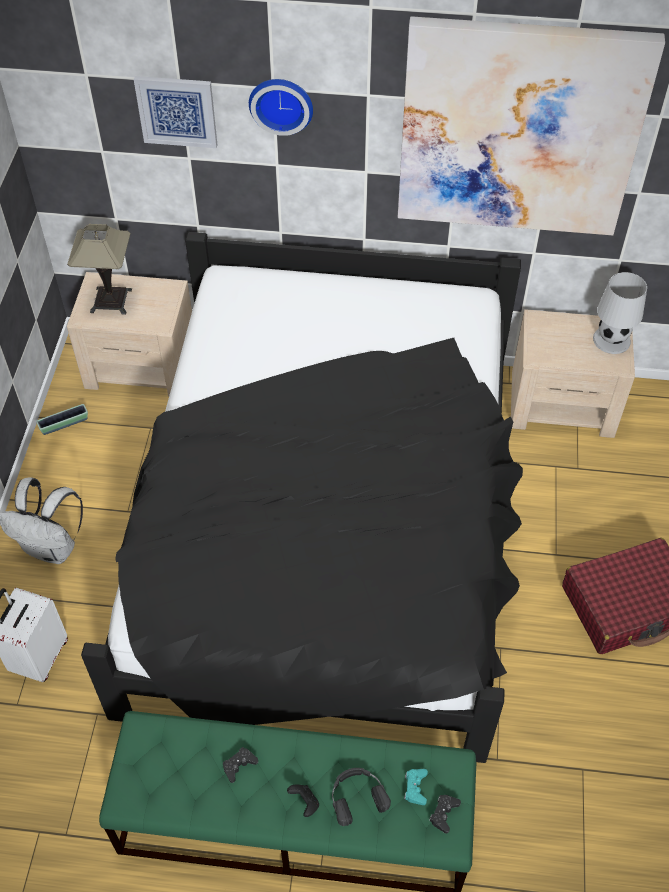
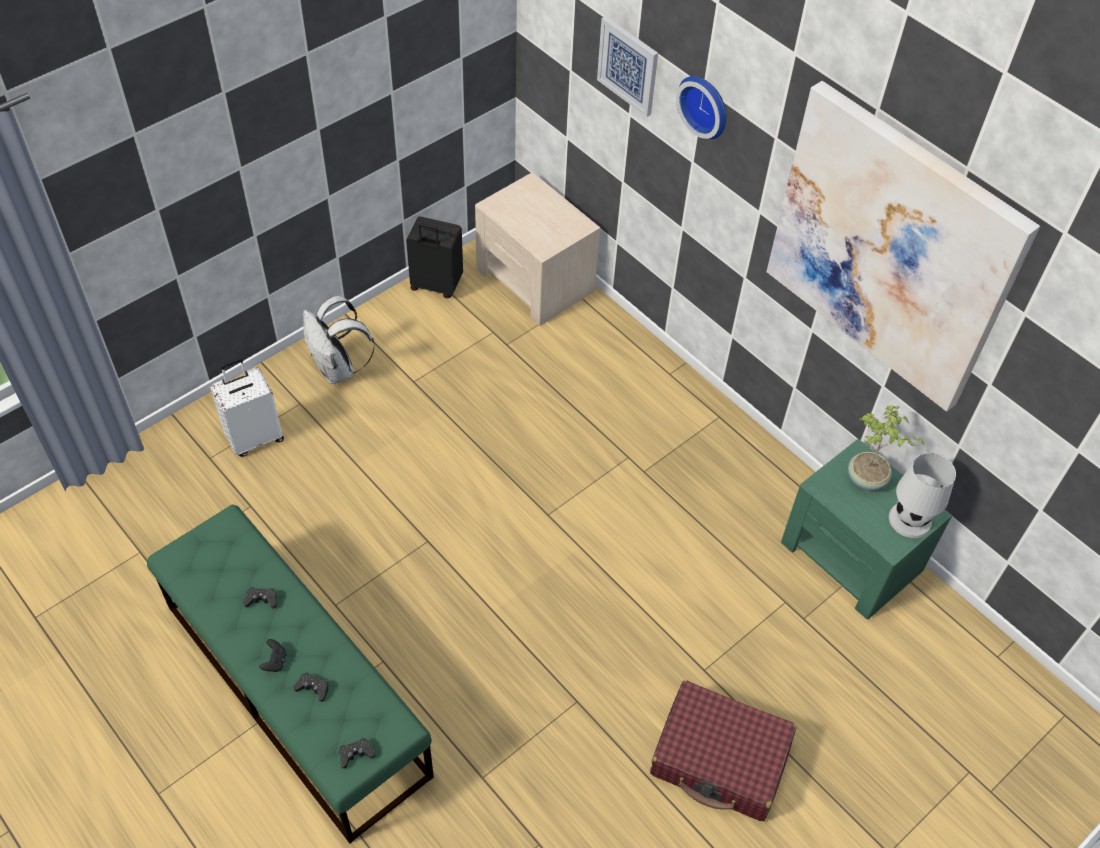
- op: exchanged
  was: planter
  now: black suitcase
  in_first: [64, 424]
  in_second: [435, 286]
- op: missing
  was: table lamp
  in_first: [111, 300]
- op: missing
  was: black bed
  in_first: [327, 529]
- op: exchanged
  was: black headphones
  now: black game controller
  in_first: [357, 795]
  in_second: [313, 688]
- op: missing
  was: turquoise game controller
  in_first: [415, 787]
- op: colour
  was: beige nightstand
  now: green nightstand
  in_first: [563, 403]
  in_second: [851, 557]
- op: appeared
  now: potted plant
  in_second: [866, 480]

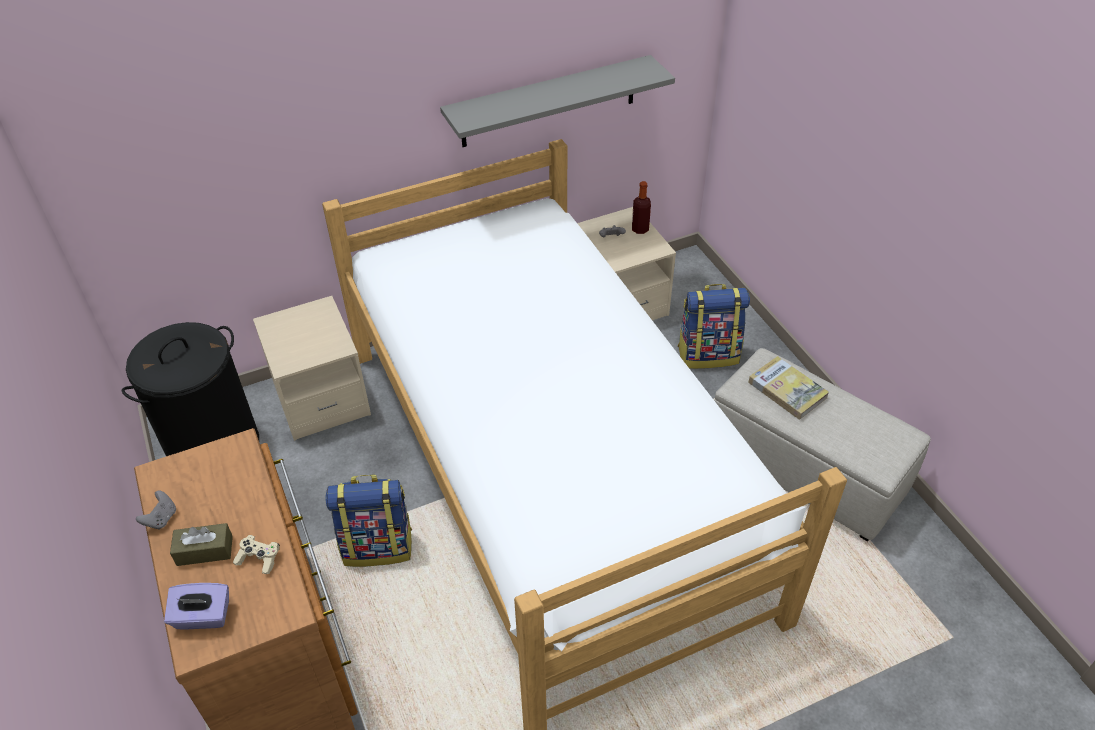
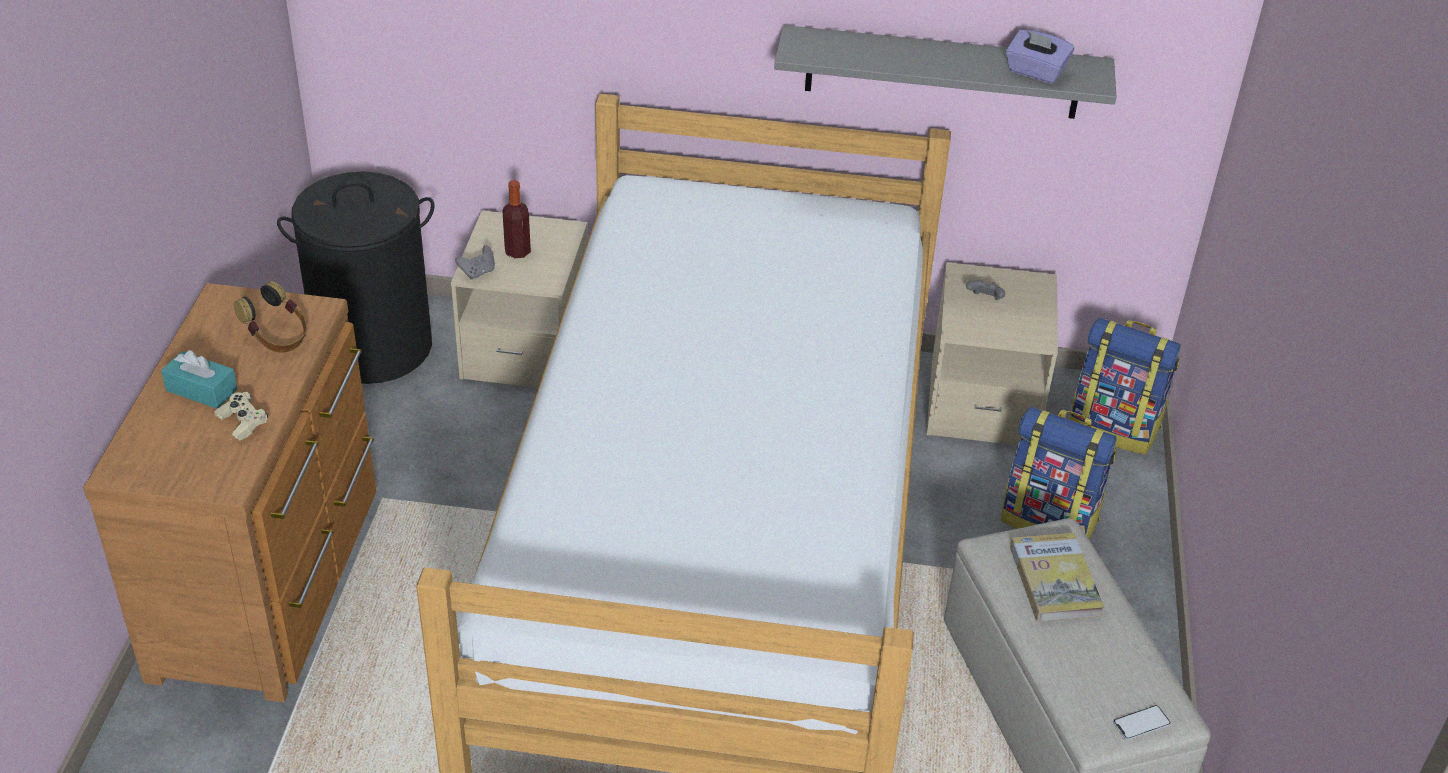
- op: relocated
  was: grey game controller
  in_first: [161, 518]
  in_second: [478, 272]
- op: relocated
  was: purple tissue box
  in_first: [203, 617]
  in_second: [1035, 72]
- op: colour
  was: brown tissue box
  now: turquoise tissue box
  in_first: [205, 551]
  in_second: [201, 390]
- op: relocated
  was: backpack
  in_first: [378, 546]
  in_second: [1114, 427]
- op: relocated
  was: bottle
  in_first: [640, 229]
  in_second: [517, 251]
- op: appeared
  now: headphones
  in_second: [277, 338]
- op: appeared
  now: phone
  in_second: [1141, 723]

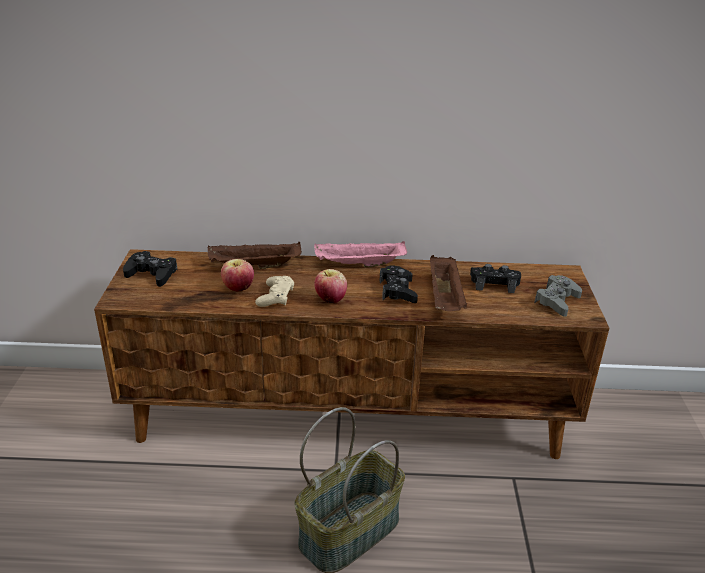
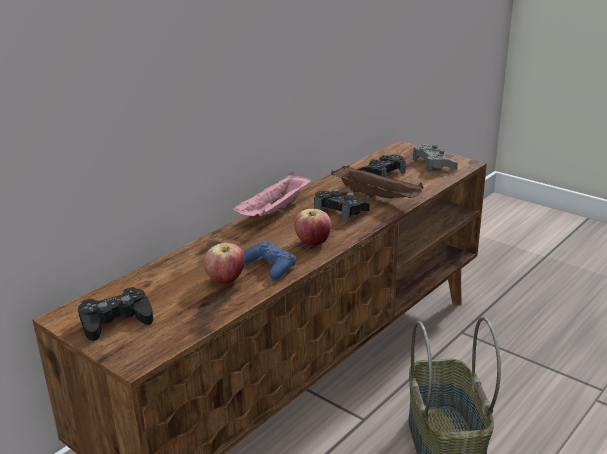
- op: missing
  was: brown tray
  in_first: [254, 267]
- op: colour
  was: beige game controller
  now: blue game controller
  in_first: [275, 297]
  in_second: [270, 266]

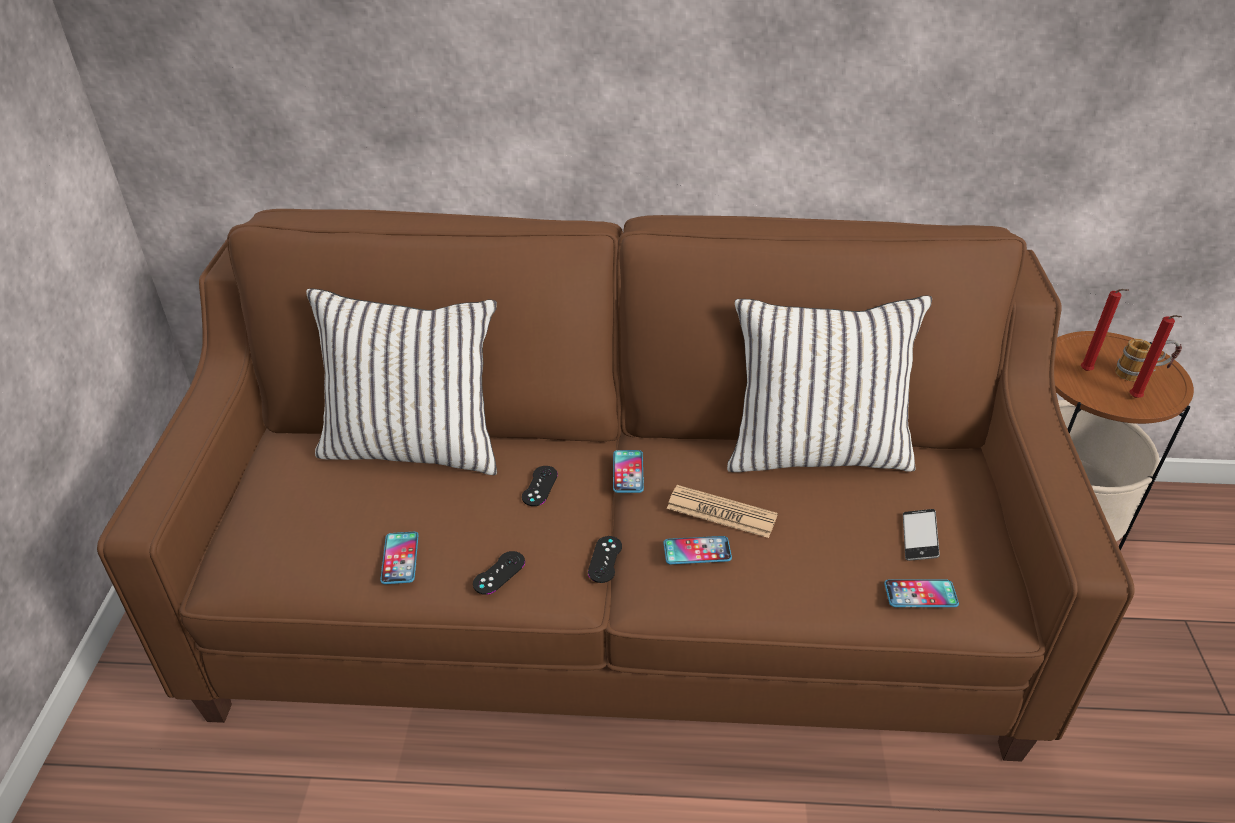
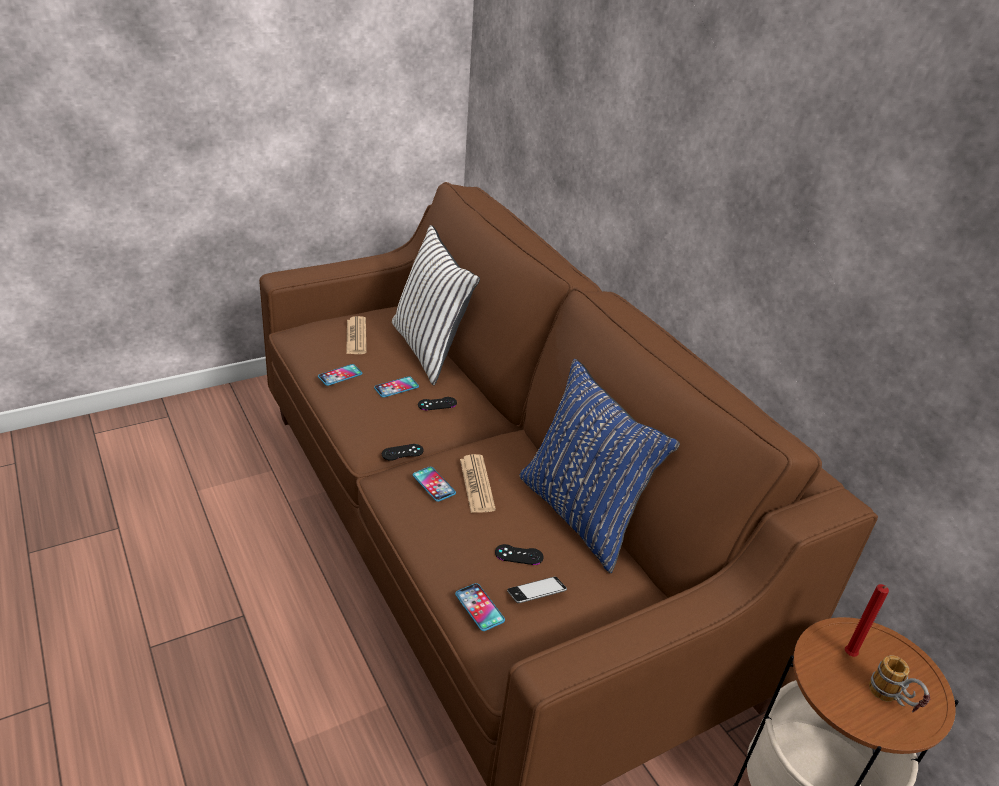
- op: relocated
  was: black game controller
  in_first: [499, 573]
  in_second: [519, 555]
- op: relocated
  was: phone
  in_first: [628, 472]
  in_second: [396, 387]
- op: colour
  was: white pillow
  now: blue pillow
  in_first: [815, 451]
  in_second: [582, 514]
- op: missing
  was: red candle
  in_first: [1136, 399]
- op: appeared
  now: newspaper
  in_second: [356, 336]

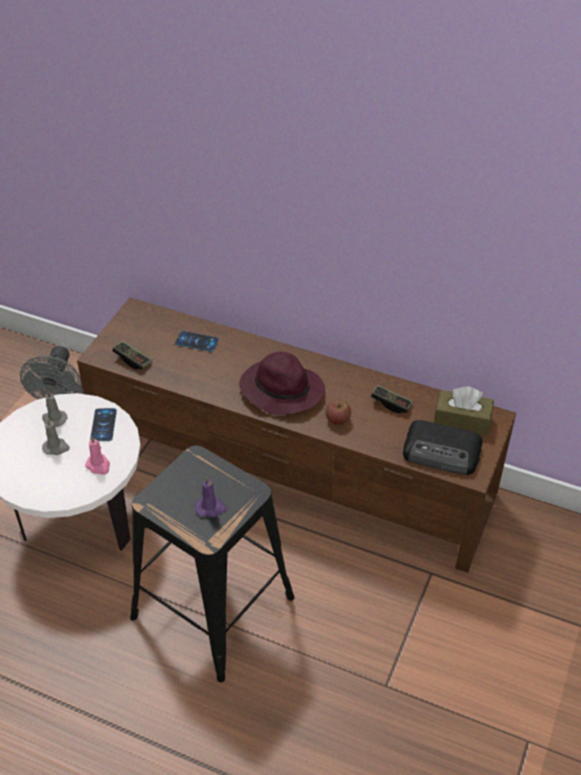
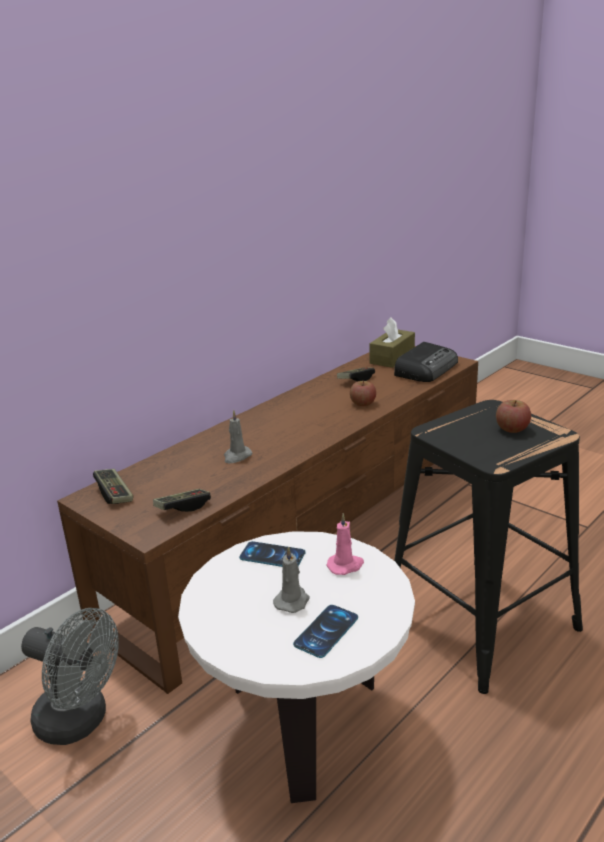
- op: relocated
  was: grey candle
  in_first: [54, 419]
  in_second: [237, 456]
- op: relocated
  was: phone
  in_first: [197, 341]
  in_second: [326, 631]
- op: exchanged
  was: purple candle
  now: apple
  in_first: [211, 508]
  in_second: [512, 429]
- op: missing
  was: purple hat
  in_first: [280, 390]
- op: appeared
  now: game controller
  in_second: [114, 494]

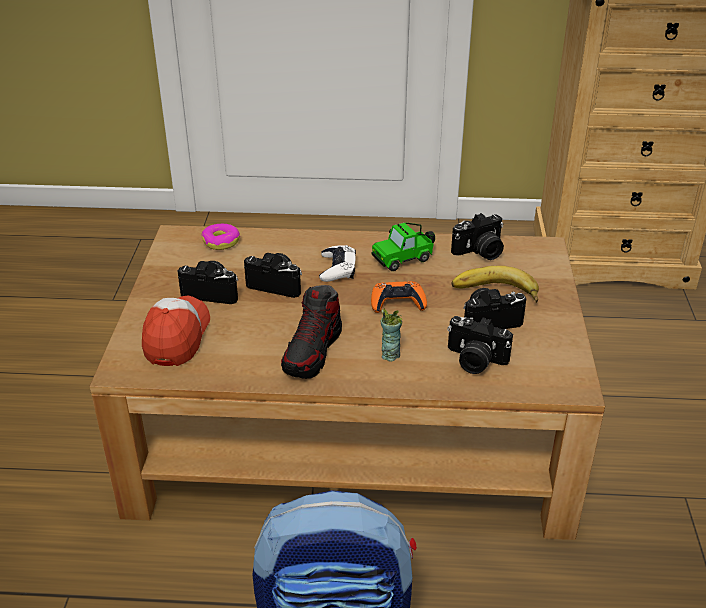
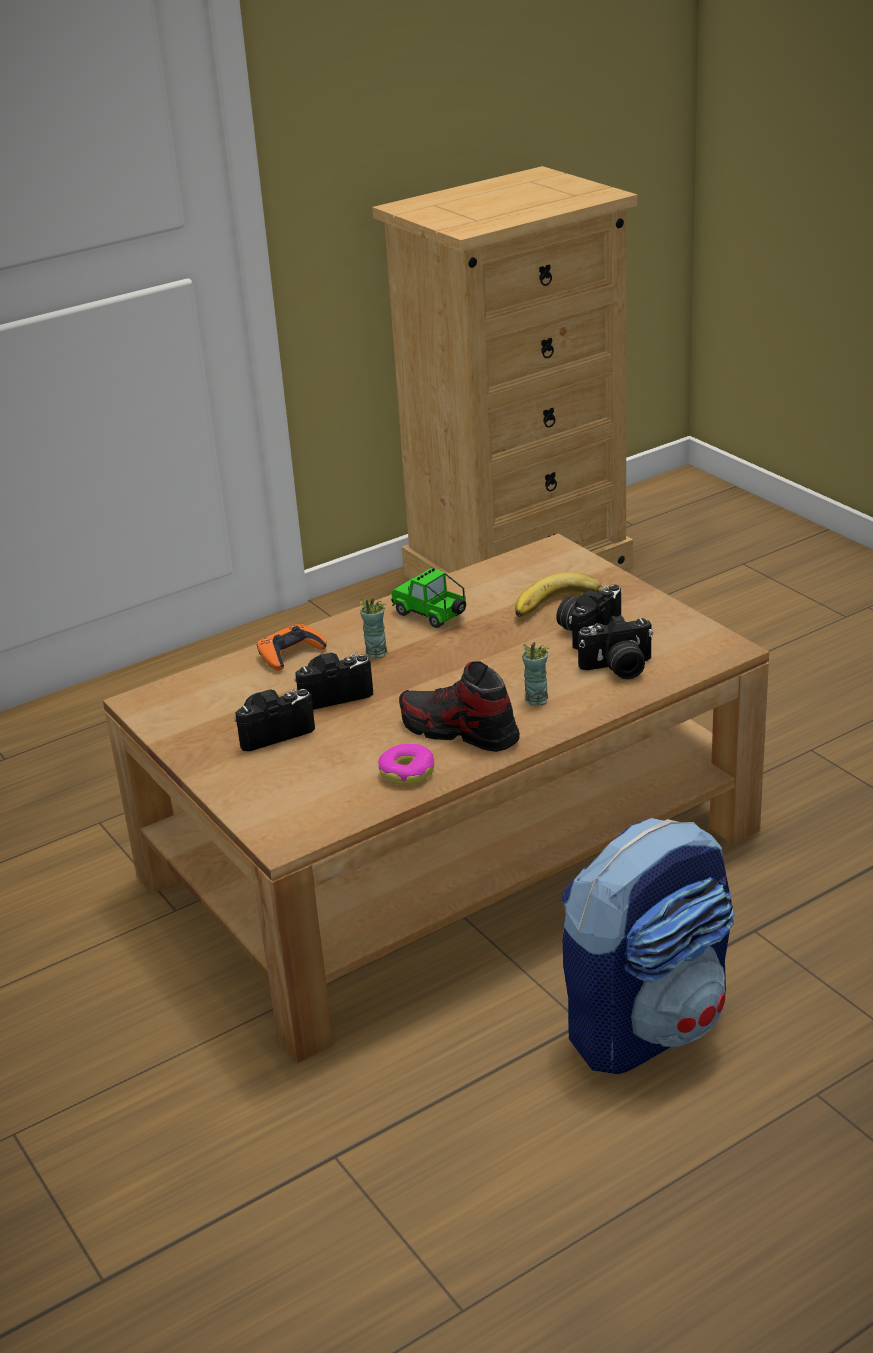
- op: missing
  was: cap
  in_first: [177, 336]
- op: relocated
  was: donut
  in_first: [221, 242]
  in_second: [407, 772]
- op: spun
  was: shoe
  in_first: [313, 351]
  in_second: [459, 731]
  clockwise: 135
- op: exchanged
  was: white game controller
  now: cup
  in_first: [337, 268]
  in_second: [376, 653]
- op: spun
  was: toy car
  in_first: [404, 259]
  in_second: [432, 615]
  clockwise: 105
- op: relocated
  was: orange game controller
  in_first: [397, 303]
  in_second: [290, 653]
- op: missing
  was: photo camera
  in_first: [480, 252]

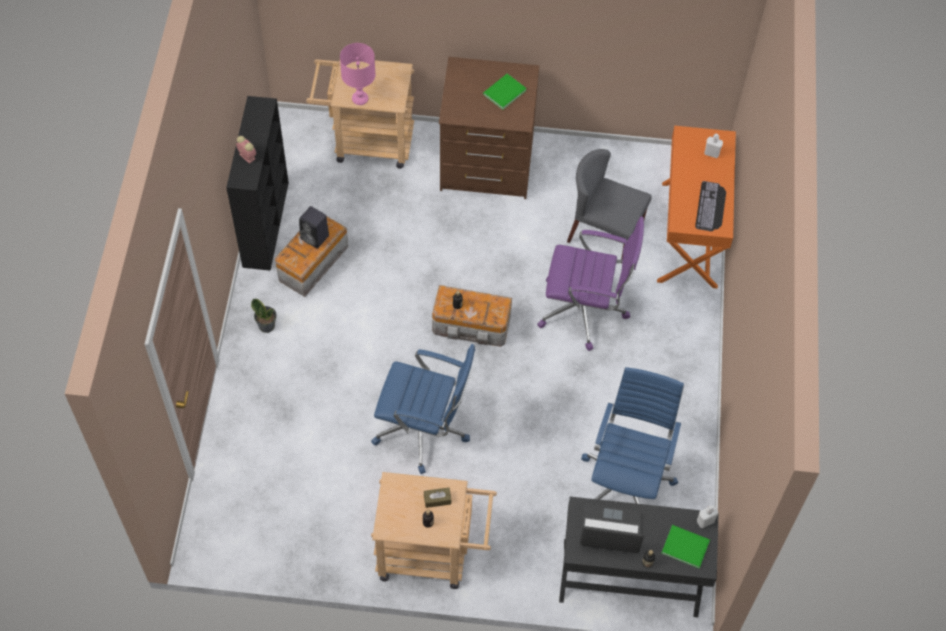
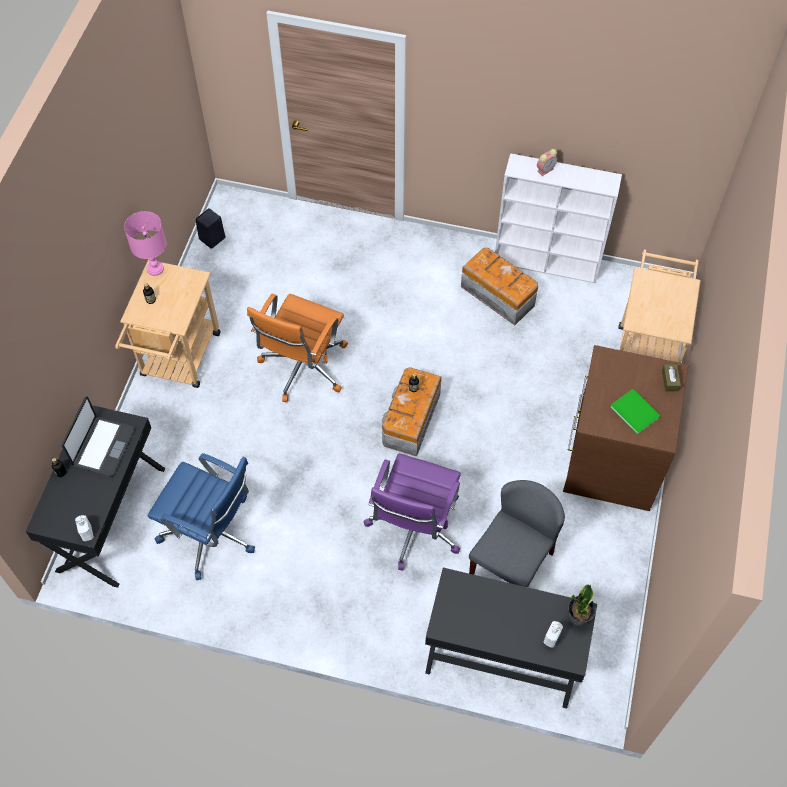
- op: colour
  was: black bookcase
  now: white bookcase
  in_first: [265, 223]
  in_second: [547, 262]
- op: relocated
  was: potted plant
  in_first: [267, 325]
  in_second: [578, 617]
- op: relocated
  was: black speaker
  in_first: [315, 237]
  in_second: [212, 239]
- op: relocated
  was: pink table lamp
  in_first: [359, 98]
  in_second: [155, 268]
- op: colour
  was: blue office chair
  now: orange office chair
  in_first: [424, 429]
  in_second: [302, 367]
- op: relocated
  was: brown tissue box
  in_first: [437, 499]
  in_second: [670, 380]
- op: colour
  was: orange desk
  now: black desk
  in_first: [690, 234]
  in_second: [502, 658]
- op: missing
  was: green book
  in_first: [684, 545]
- op: missing
  was: keyboard
  in_first: [711, 207]

